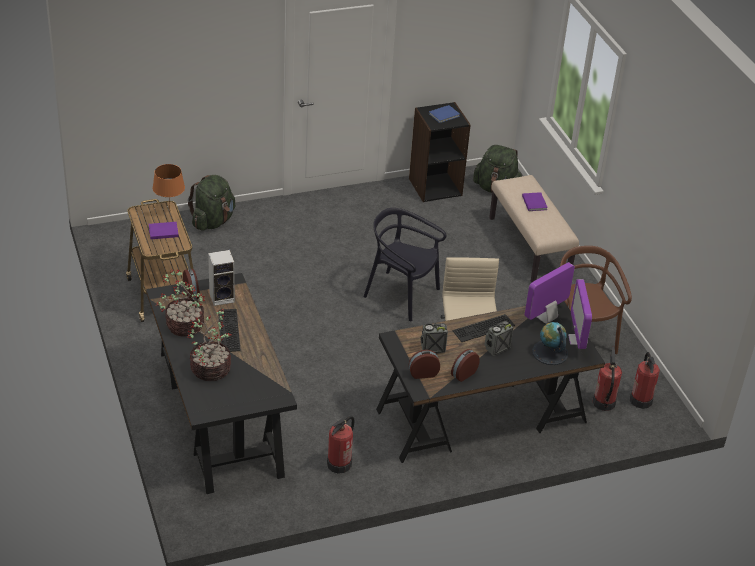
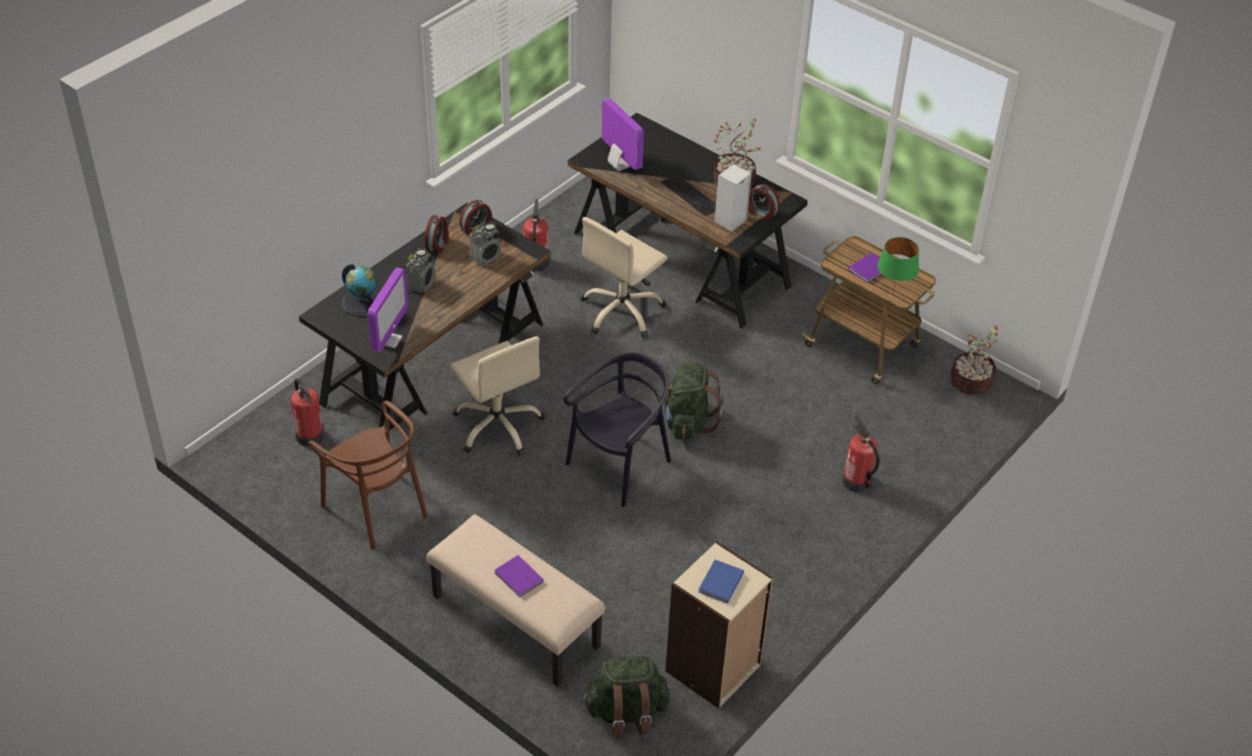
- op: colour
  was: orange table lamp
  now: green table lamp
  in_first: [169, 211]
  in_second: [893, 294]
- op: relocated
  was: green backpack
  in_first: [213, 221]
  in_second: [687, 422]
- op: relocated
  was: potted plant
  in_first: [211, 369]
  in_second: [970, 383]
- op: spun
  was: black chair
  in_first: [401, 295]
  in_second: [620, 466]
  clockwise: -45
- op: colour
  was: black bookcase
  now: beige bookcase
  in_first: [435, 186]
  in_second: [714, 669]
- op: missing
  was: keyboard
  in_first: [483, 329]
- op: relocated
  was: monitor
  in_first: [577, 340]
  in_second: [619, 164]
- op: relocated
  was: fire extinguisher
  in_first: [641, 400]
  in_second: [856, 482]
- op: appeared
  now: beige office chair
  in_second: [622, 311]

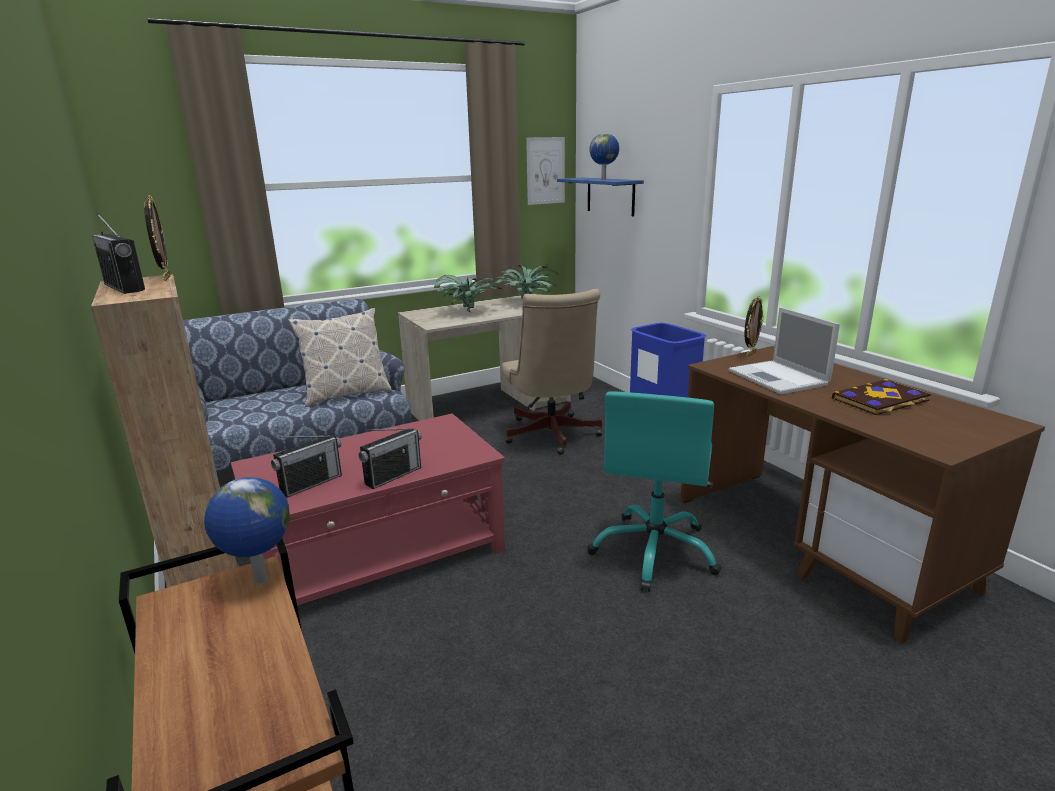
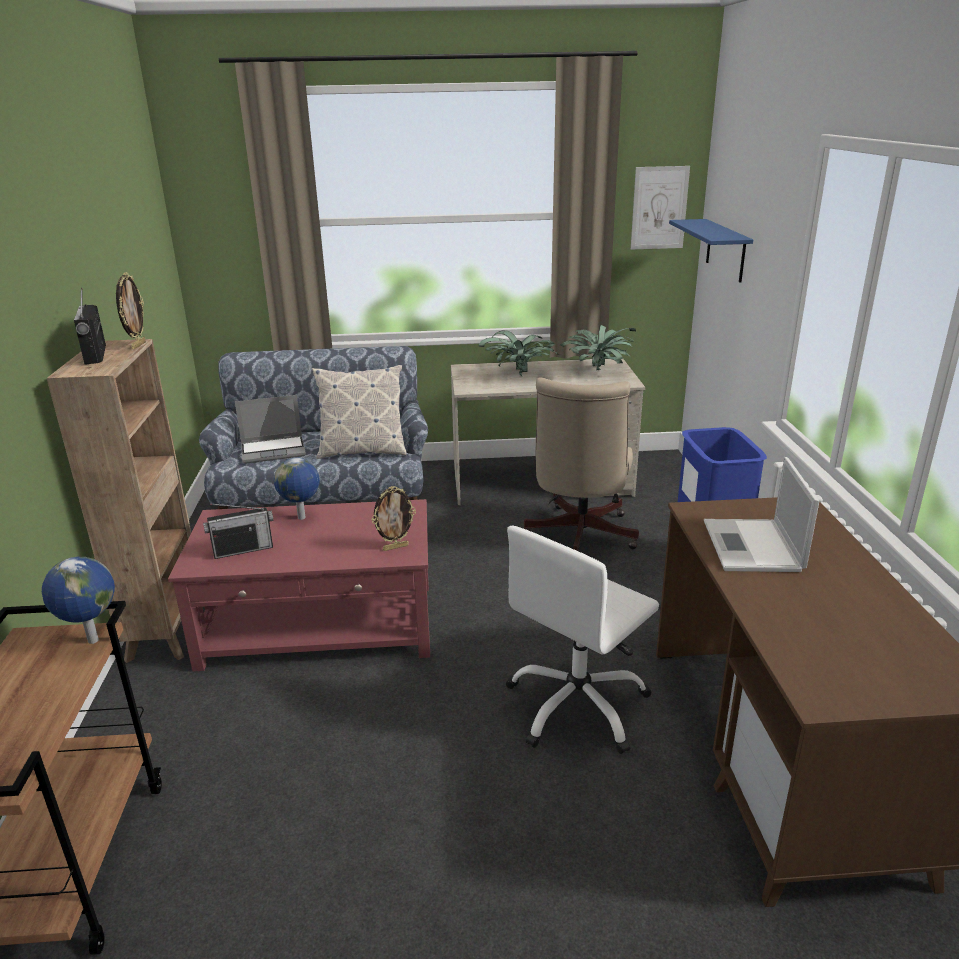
- op: missing
  was: radio
  in_first: [393, 476]
- op: colour
  was: turquoise office chair
  now: white office chair
  in_first: [655, 552]
  in_second: [578, 706]
- op: relocated
  was: globe
  in_first: [604, 179]
  in_second: [302, 518]
- op: relocated
  was: picture frame
  in_first: [750, 354]
  in_second: [395, 547]
- op: missing
  was: book
  in_first: [881, 400]
- op: appeared
  now: laptop
  in_second: [274, 450]

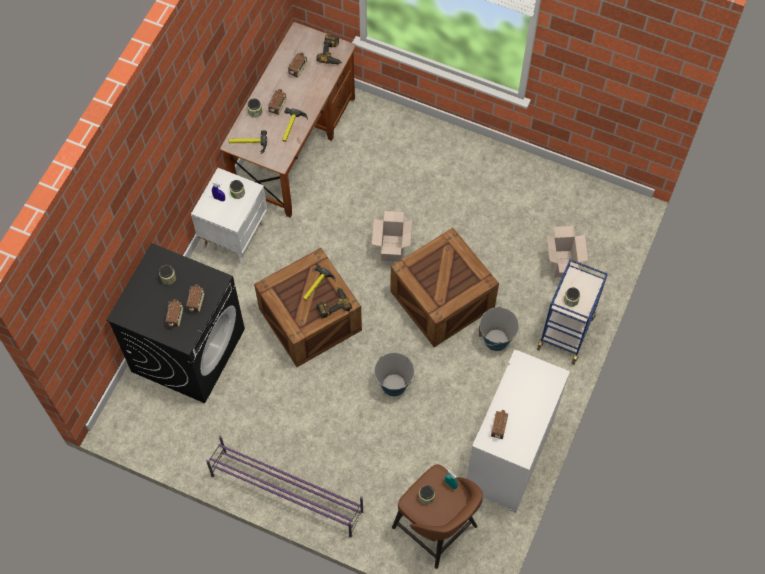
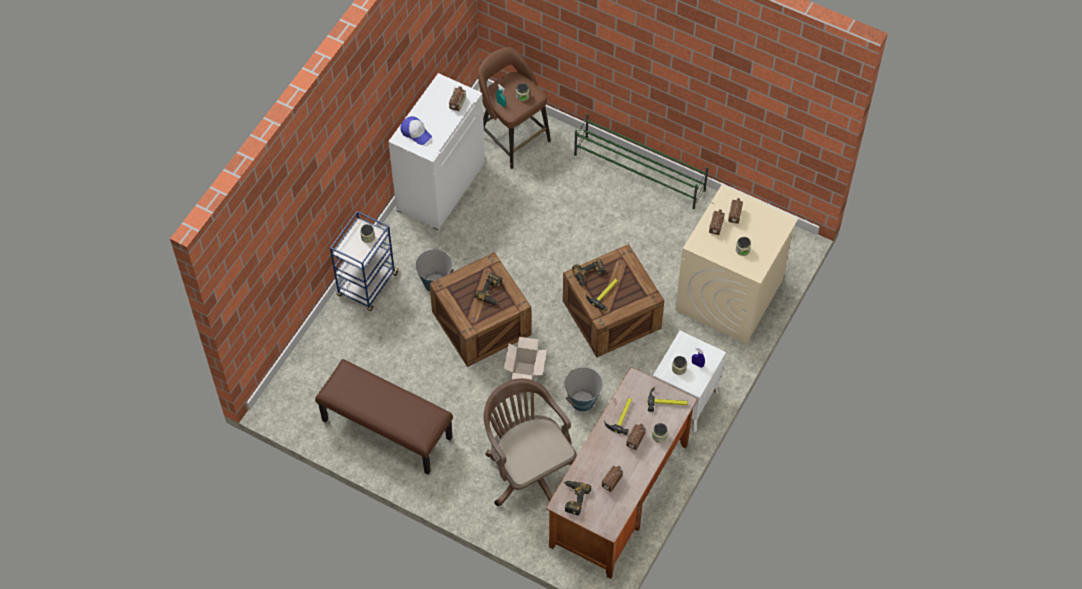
- op: colour
  was: black washing machine
  now: beige washing machine
  in_first: [188, 349]
  in_second: [729, 296]
- op: colour
  was: purple shoe rack
  now: green shoe rack
  in_first: [286, 492]
  in_second: [639, 173]
- op: relocated
  was: bucket
  in_first: [393, 384]
  in_second: [582, 401]
- op: missing
  was: cardboard box
  in_first: [563, 265]
- op: appeared
  now: brown bench
  in_second: [386, 429]
- op: appeared
  now: cap
  in_second: [416, 132]
- op: appeared
  now: power drill
  in_second: [492, 292]
- op: appeared
  now: brown office chair
  in_second: [528, 469]

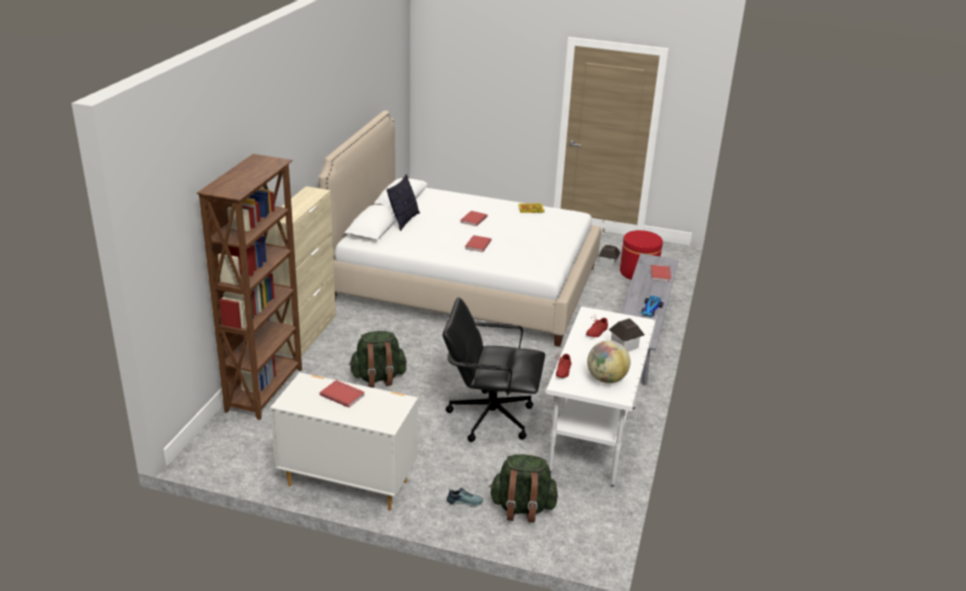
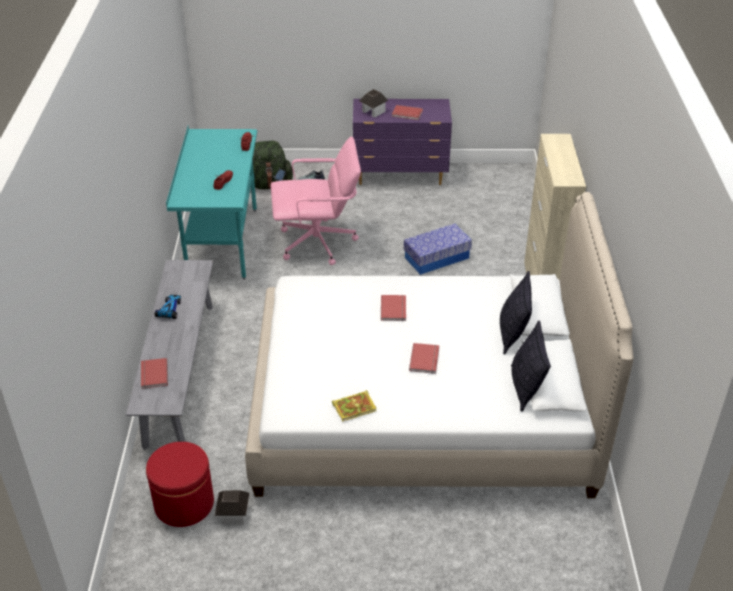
- op: missing
  was: brown bookcase
  in_first: [266, 389]
- op: colour
  was: white dresser
  now: purple dresser
  in_first: [347, 482]
  in_second: [400, 176]
- op: exchanged
  was: green backpack
  now: storage box
  in_first: [378, 378]
  in_second: [436, 258]
- op: colour
  was: black office chair
  now: pink office chair
  in_first: [490, 417]
  in_second: [318, 243]
- op: colour
  was: white desk
  now: turquoise desk
  in_first: [594, 439]
  in_second: [222, 243]
- op: missing
  was: globe
  in_first: [606, 379]
- op: relocated
  was: toy house
  in_first: [624, 345]
  in_second: [373, 111]
- op: appeared
  now: pillow
  in_second: [526, 388]

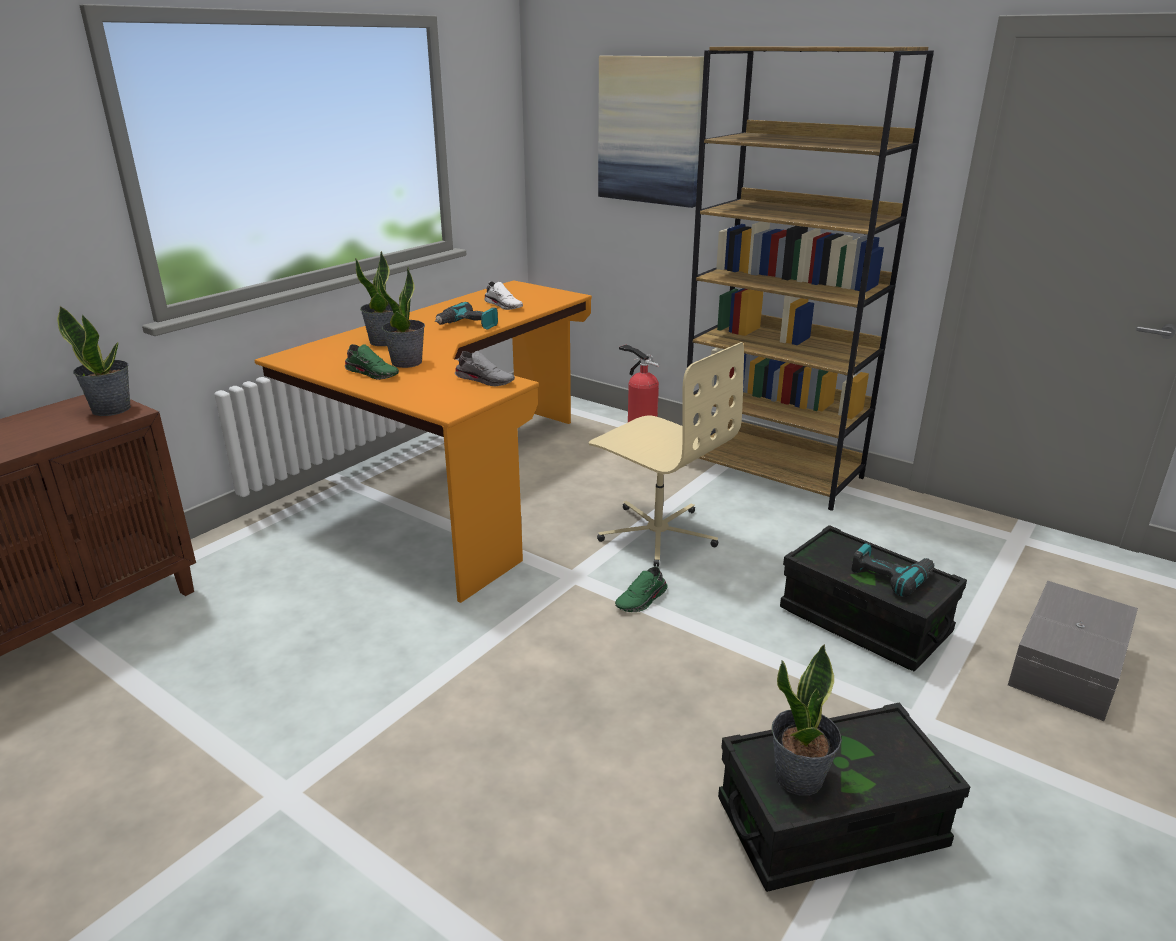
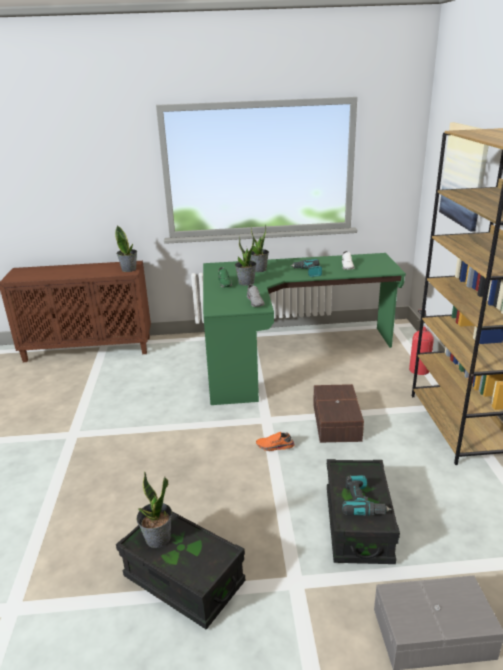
- op: colour
  was: orange desk
  now: green desk
  in_first: [455, 486]
  in_second: [287, 355]
- op: exchanged
  was: beige office chair
  now: brown storage box
  in_first: [657, 533]
  in_second: [335, 422]
- op: colour
  was: green shoe
  now: orange shoe
  in_first: [642, 600]
  in_second: [275, 447]

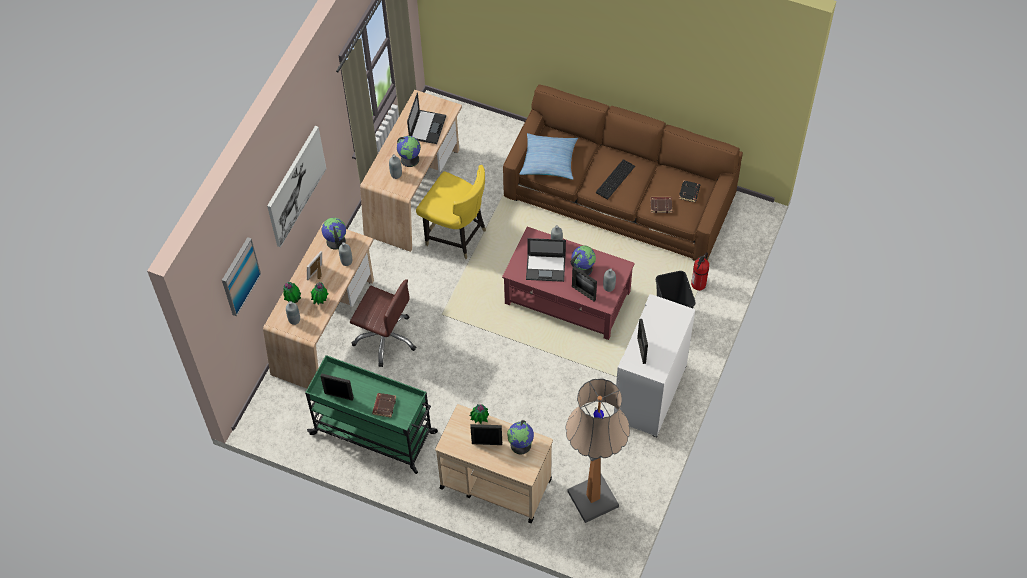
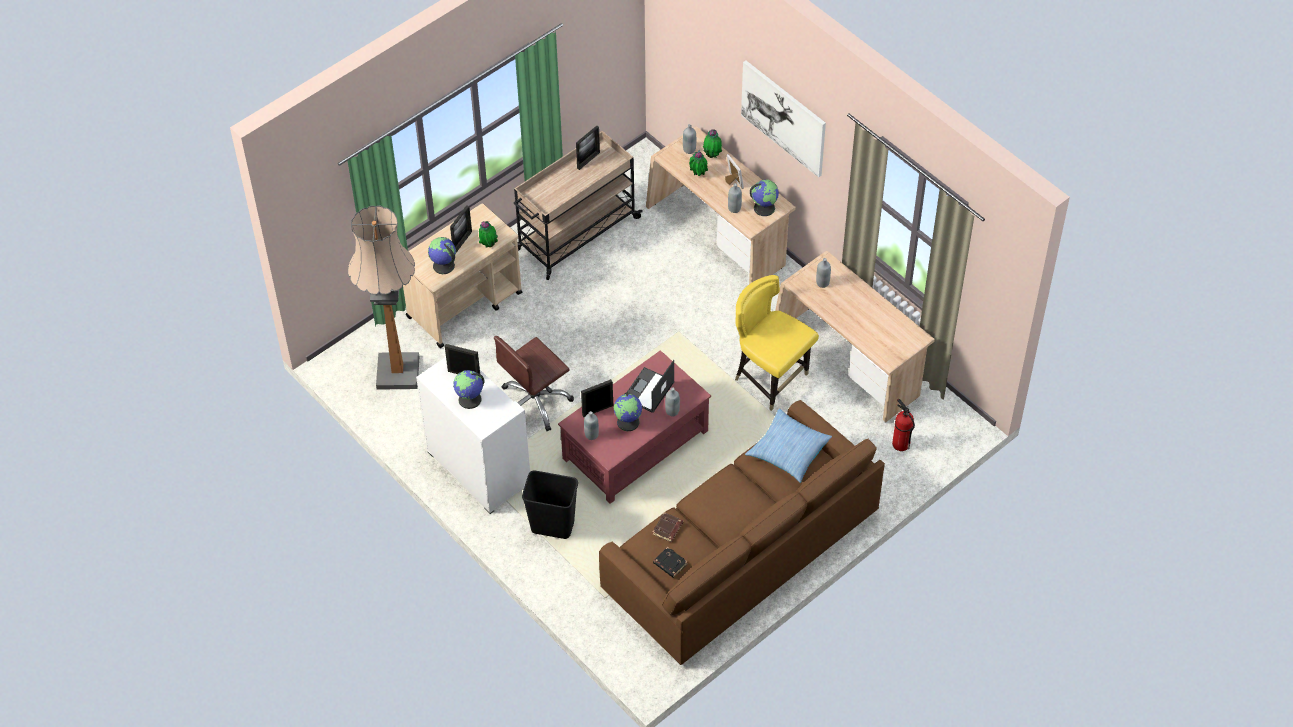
- op: missing
  was: picture
  in_first: [240, 276]
- op: colour
  was: green cart
  now: beige cart
  in_first: [375, 434]
  in_second: [575, 234]
- op: relocated
  was: brown office chair
  in_first: [385, 338]
  in_second: [535, 403]
- op: missing
  was: brown book
  in_first: [384, 406]
- op: relocated
  was: globe
  in_first: [410, 159]
  in_second: [470, 399]
- op: missing
  was: laptop
  in_first: [427, 127]
- op: spun
  was: yellow chair
  in_first: [456, 235]
  in_second: [770, 379]
  clockwise: 75
- op: missing
  was: keyboard
  in_first: [616, 179]
- op: relocated
  was: fire extinguisher
  in_first: [698, 284]
  in_second: [900, 443]

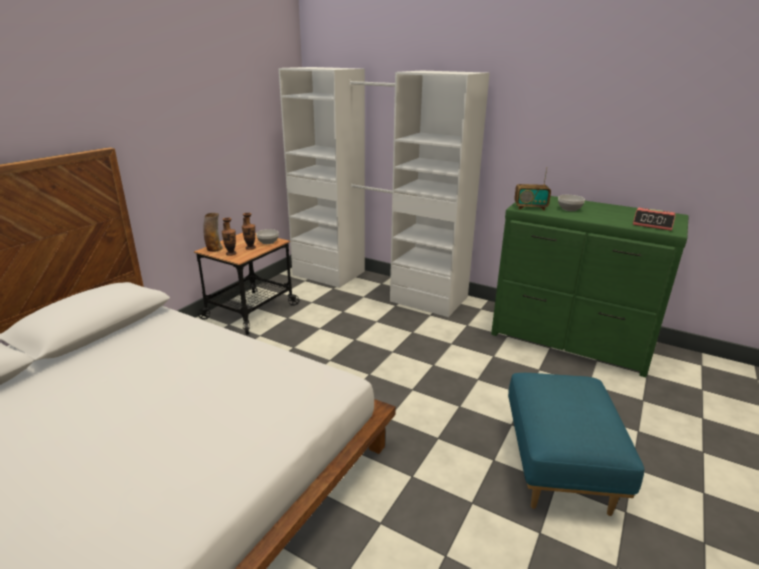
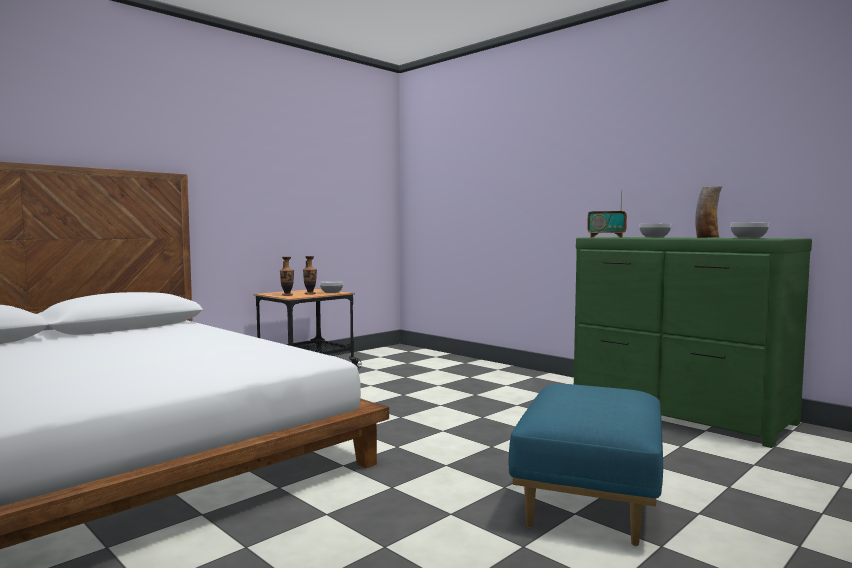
- op: relocated
  was: vase
  in_first: [214, 249]
  in_second: [707, 238]
- op: missing
  was: white wardrobe
  in_first: [377, 285]
- op: exchanged
  was: alarm clock
  now: bowl
  in_first: [652, 224]
  in_second: [749, 238]

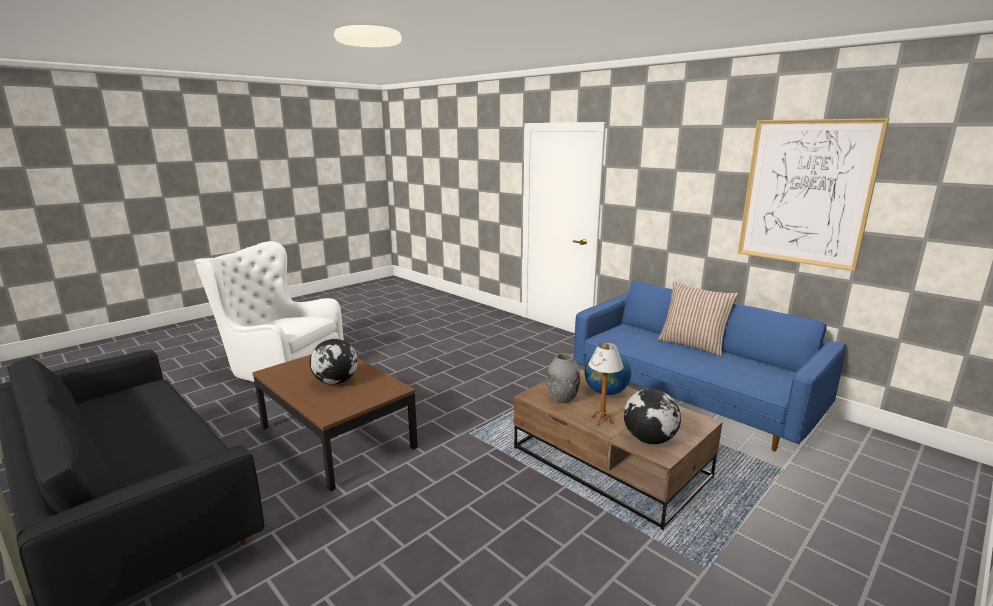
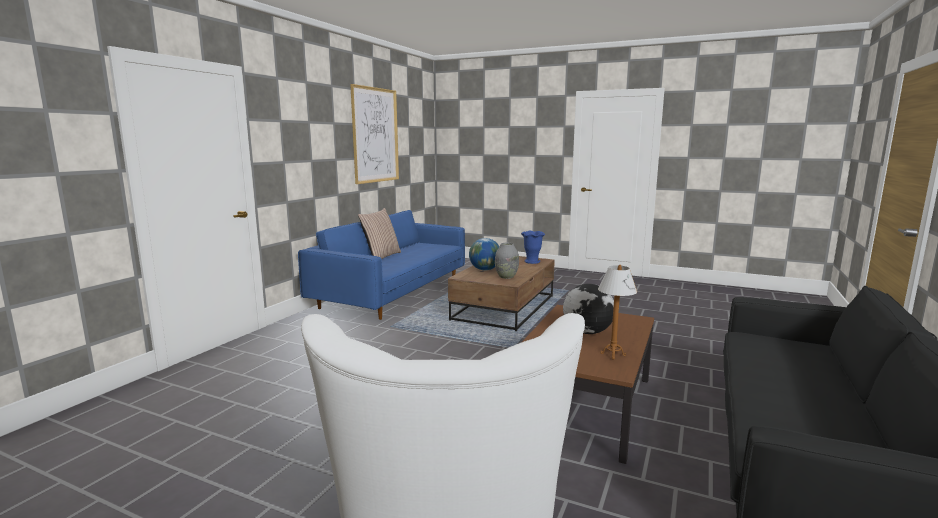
- op: relocated
  was: table lamp
  in_first: [602, 420]
  in_second: [612, 354]
- op: exchanged
  was: globe
  now: blue vase
  in_first: [649, 439]
  in_second: [532, 262]

